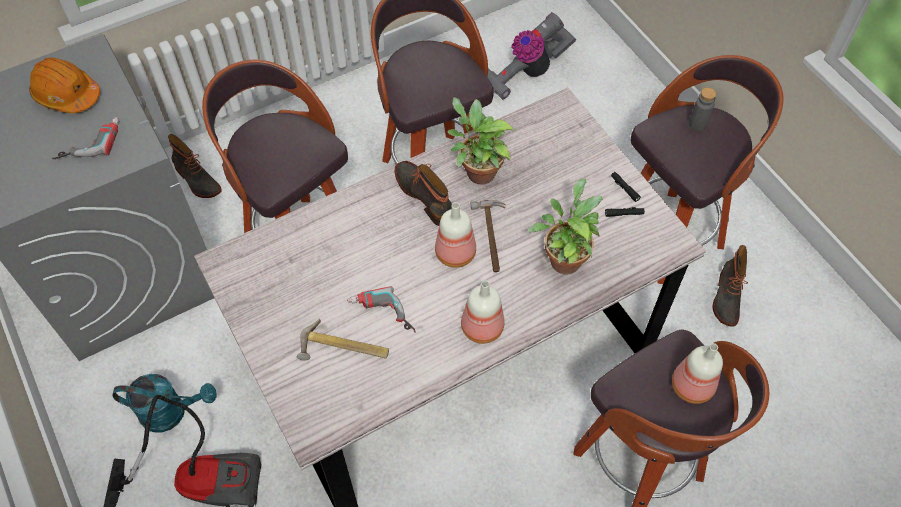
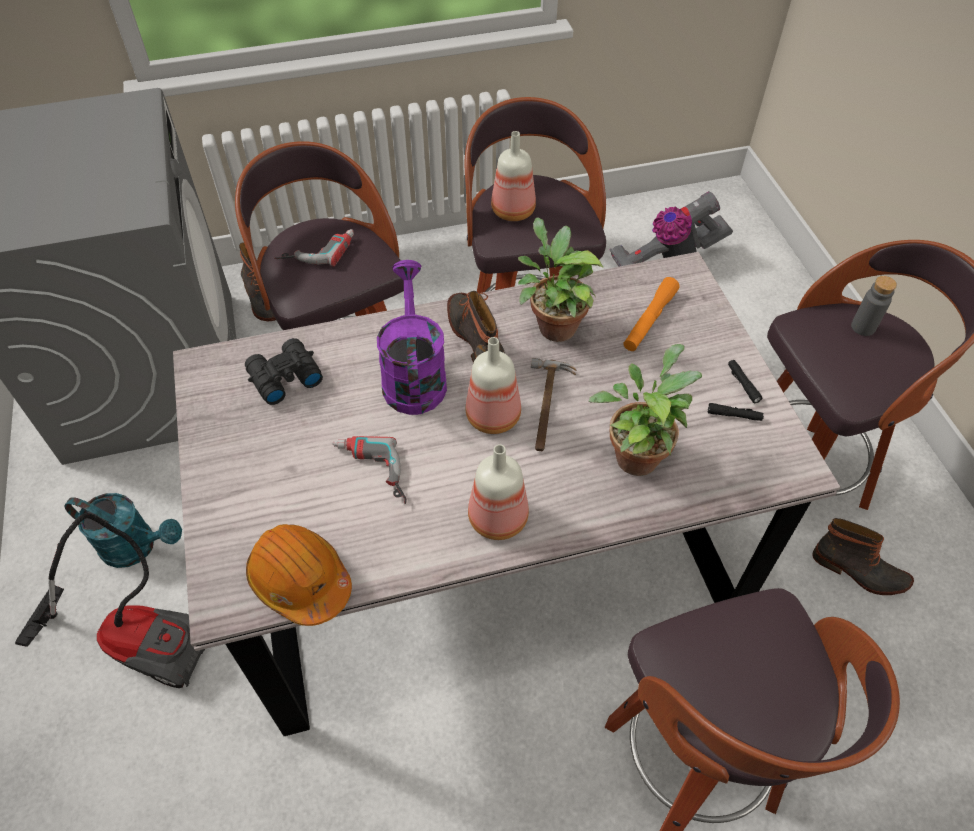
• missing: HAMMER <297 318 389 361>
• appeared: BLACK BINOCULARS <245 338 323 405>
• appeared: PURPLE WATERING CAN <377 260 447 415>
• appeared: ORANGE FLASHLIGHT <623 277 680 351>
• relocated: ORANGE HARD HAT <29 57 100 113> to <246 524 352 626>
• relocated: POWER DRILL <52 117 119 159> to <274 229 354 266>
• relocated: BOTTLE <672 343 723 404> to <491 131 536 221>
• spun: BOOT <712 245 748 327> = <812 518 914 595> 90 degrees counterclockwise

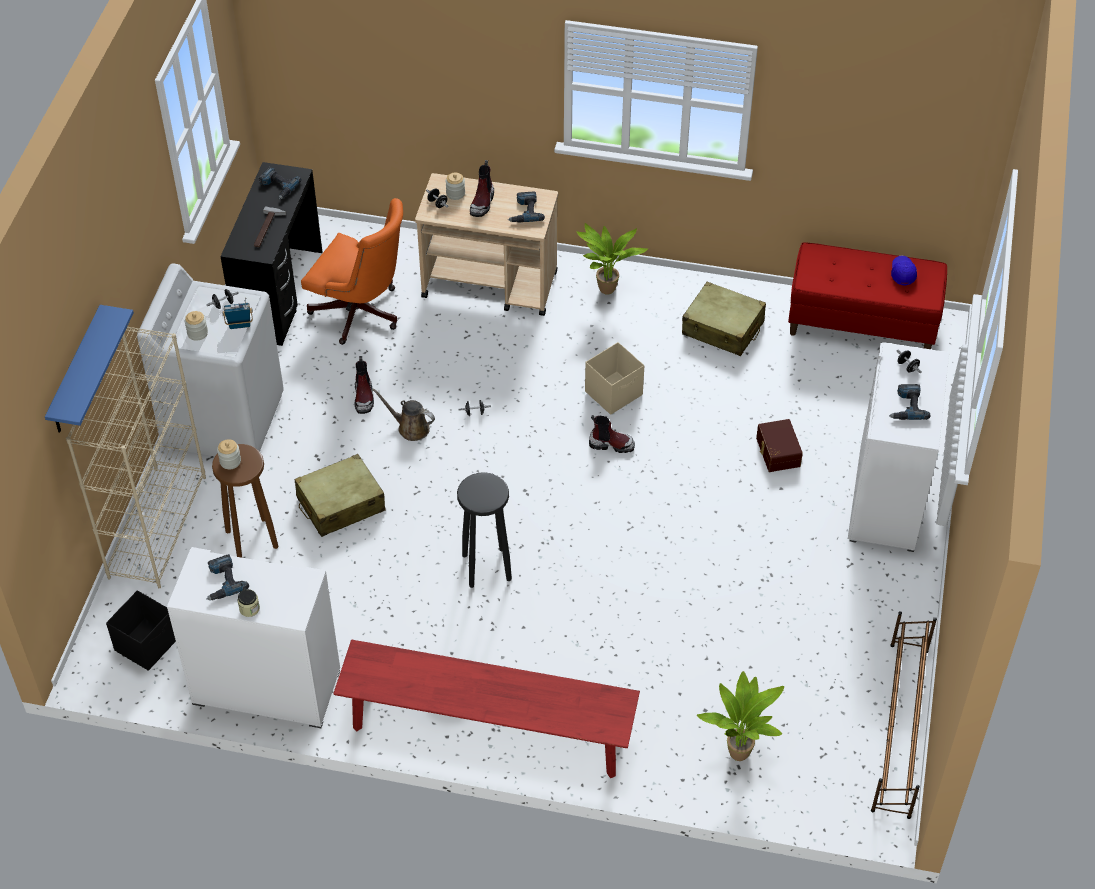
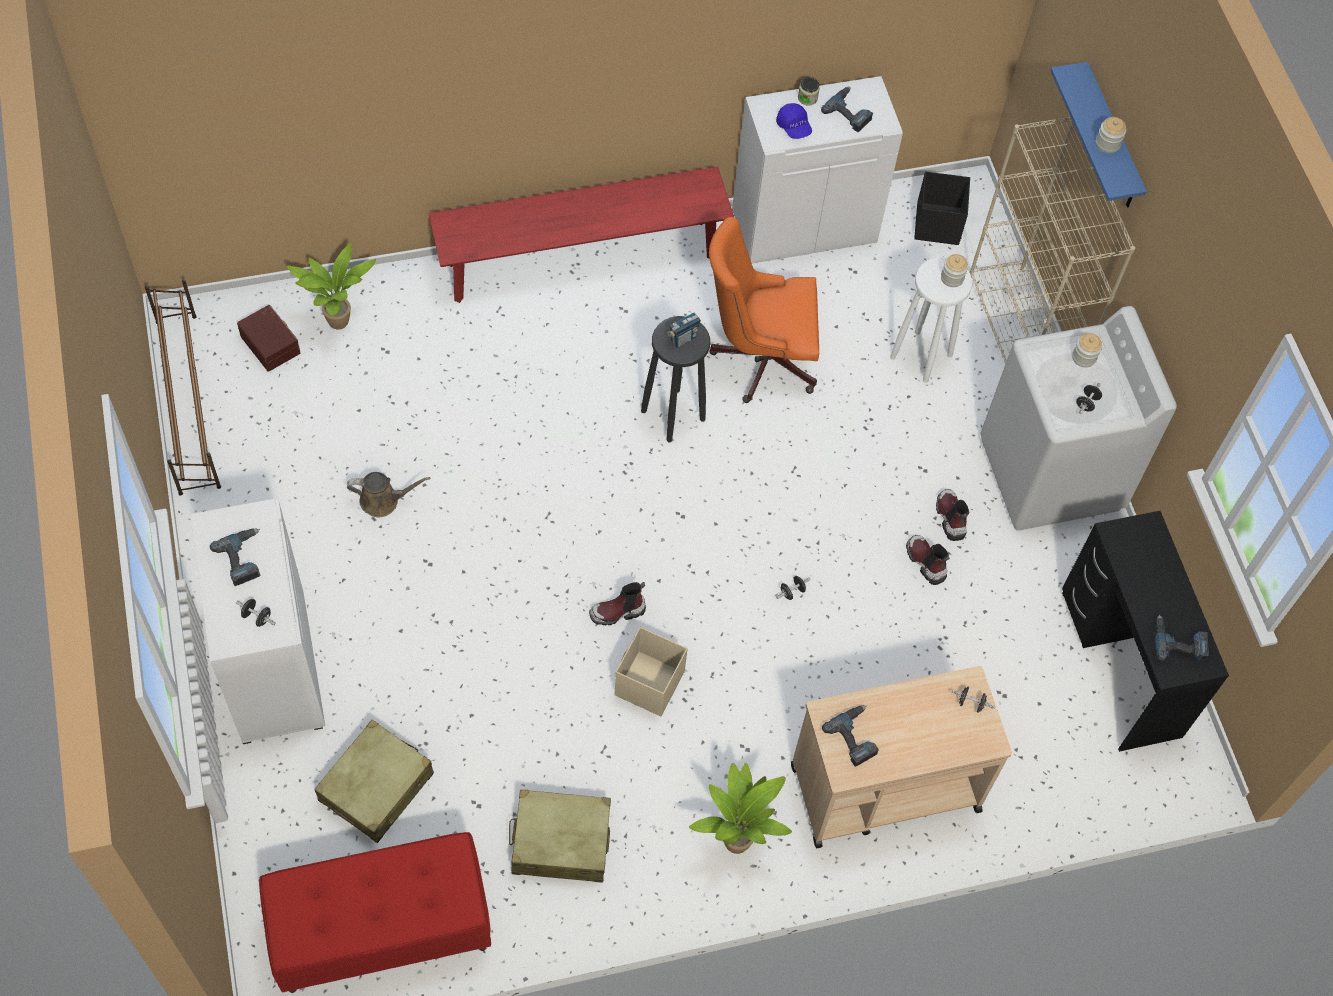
• missing: HAMMER <254 207 286 247>
• relocated: RADIO <222 298 253 329> to <667 313 701 348>
• relocated: BEIGE SUITCASE <294 454 386 537> to <314 720 434 843>
• relocated: ORANGE OFFICE CHAIR <301 198 403 345> to <709 217 819 403>
• relocated: BROWN WATERING CAN <372 388 435 441> to <347 472 430 517>
• relocated: JAR <445 173 465 200> to <1096 117 1126 153>
• relocated: BOOT <470 160 494 217> to <936 489 970 541>
• relocated: BROWN STORAGE BOX <756 419 803 472> to <237 305 300 372>
• relocated: BLUE CAP <891 256 917 285> to <776 103 812 139>
• colour: BROWN STOOL <212 444 278 558> to WHITE STOOL <890 257 972 383>

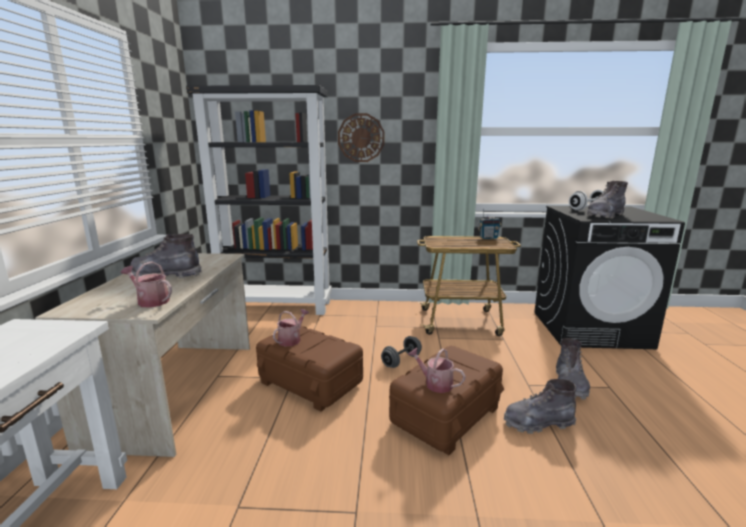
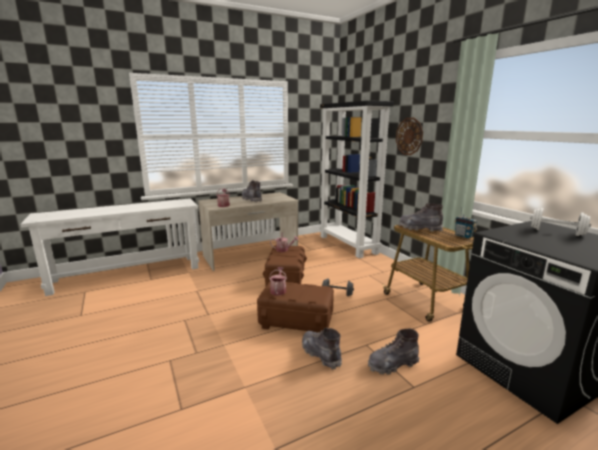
• relocated: GREY BOOT <587 181 628 219> to <399 203 443 232>

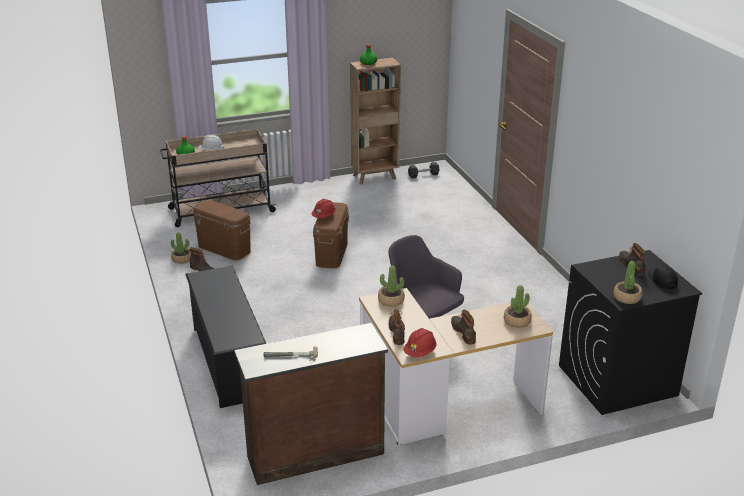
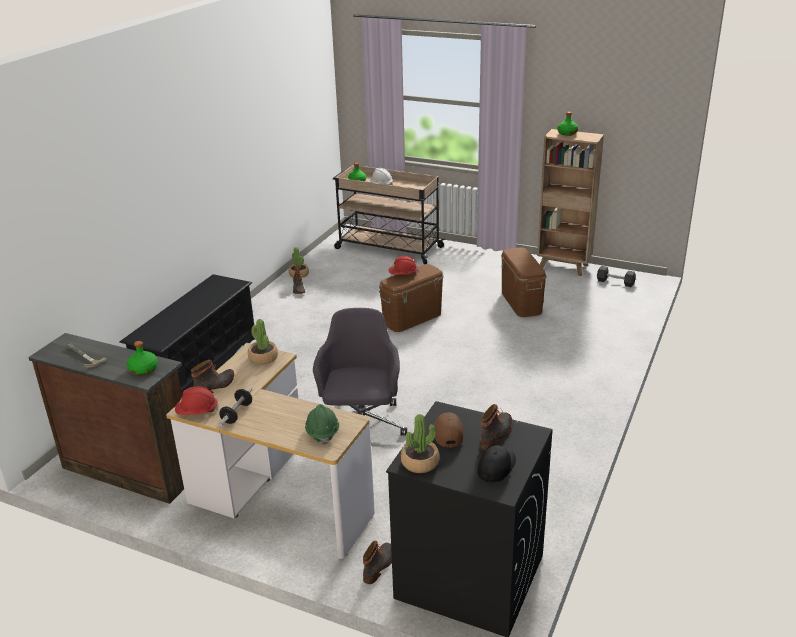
• appeared: GREEN BOTTLE <127 341 158 375>
• appeared: DUMBBELL <219 387 252 426>
• appeared: BROWN CAP <434 412 464 448>
• relocated: BROWN STORAGE BOX <193 200 251 260> to <501 247 546 317>
• relocated: BOOT <451 309 476 345> to <363 541 392 584>
• exchanged: POTTED PLANT <504 285 532 328> to GREEN HARD HAT <305 404 339 445>

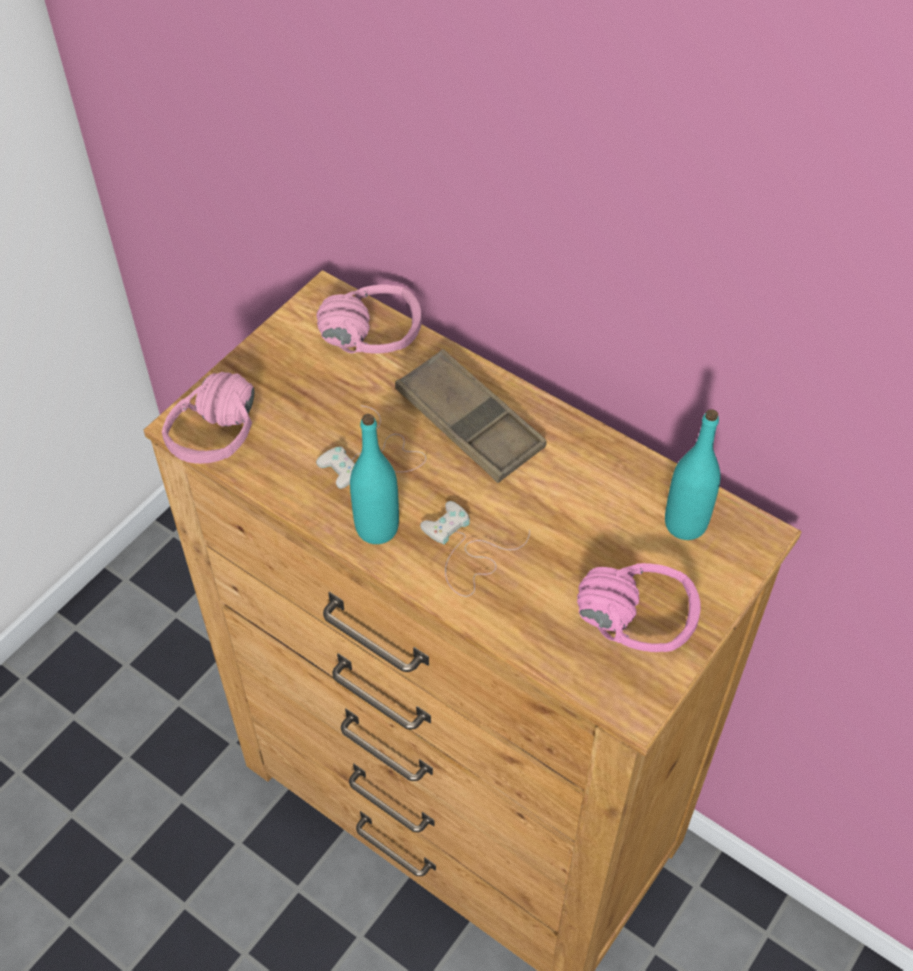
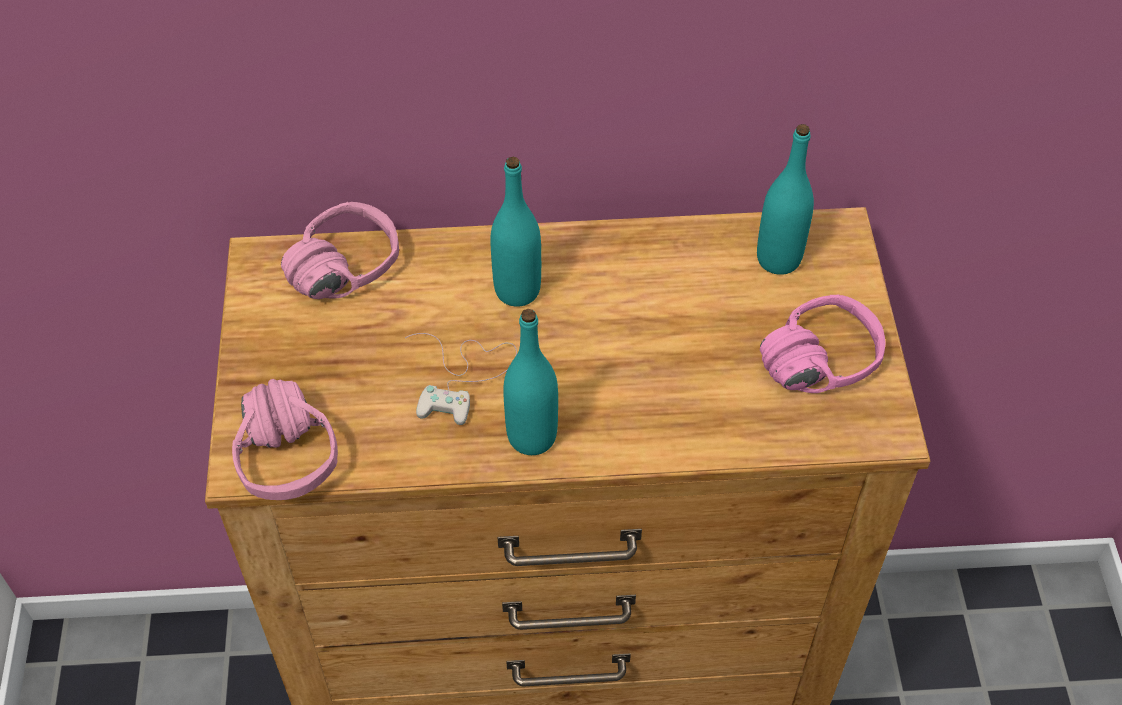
• missing: WHITE GAME CONTROLLER <420 501 530 597>
• exchanged: BROWN TRAY <395 349 546 483> to TURQUOISE BOTTLE <490 157 541 307>

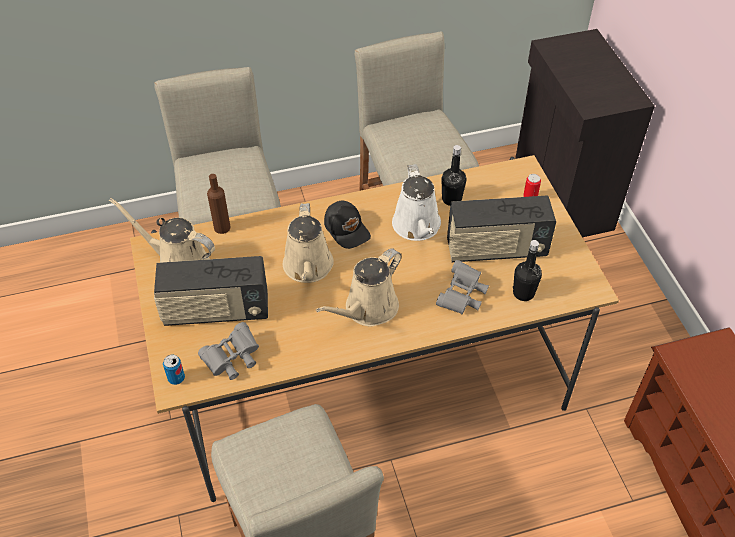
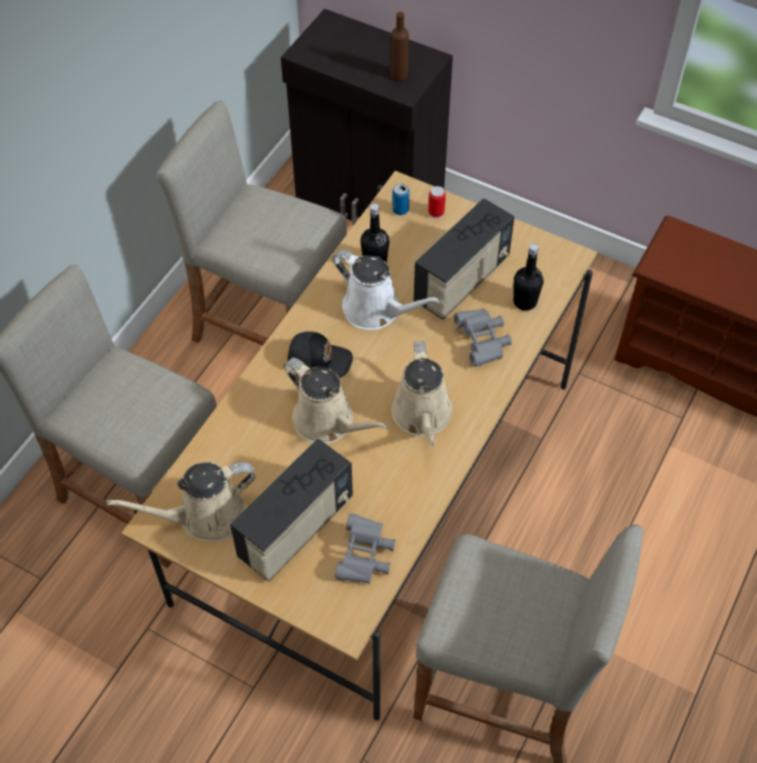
• relocated: CAN <163 355 185 385> to <392 184 409 215>
• relocated: BROWN BOTTLE <207 174 230 234> to <391 12 409 81>

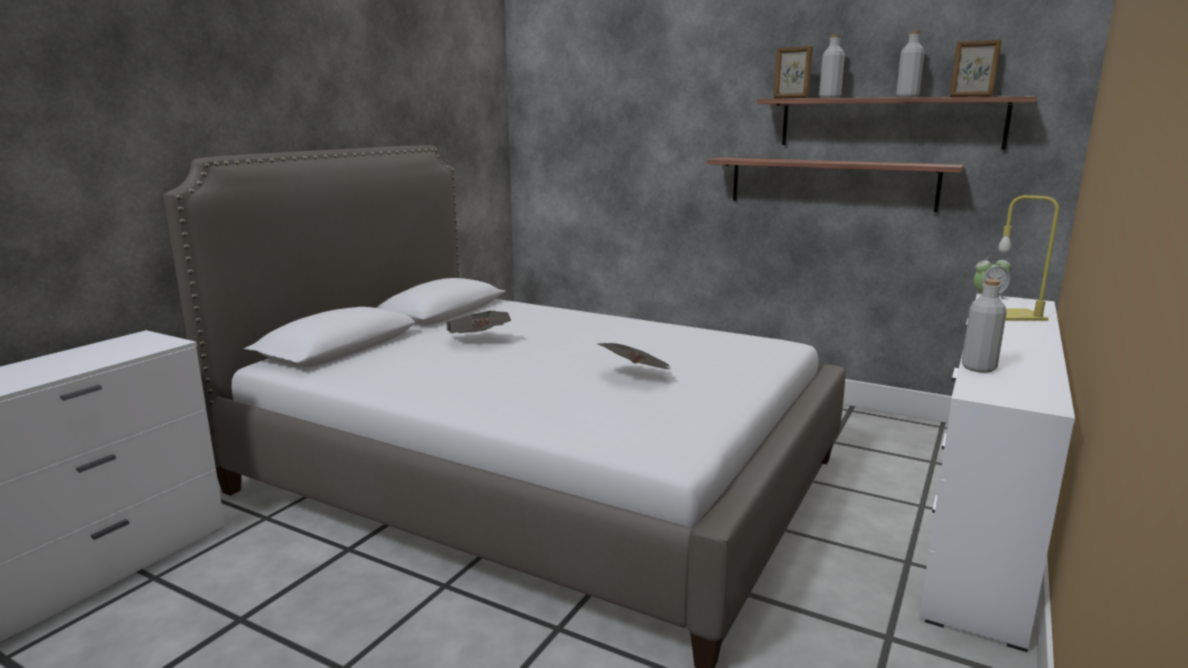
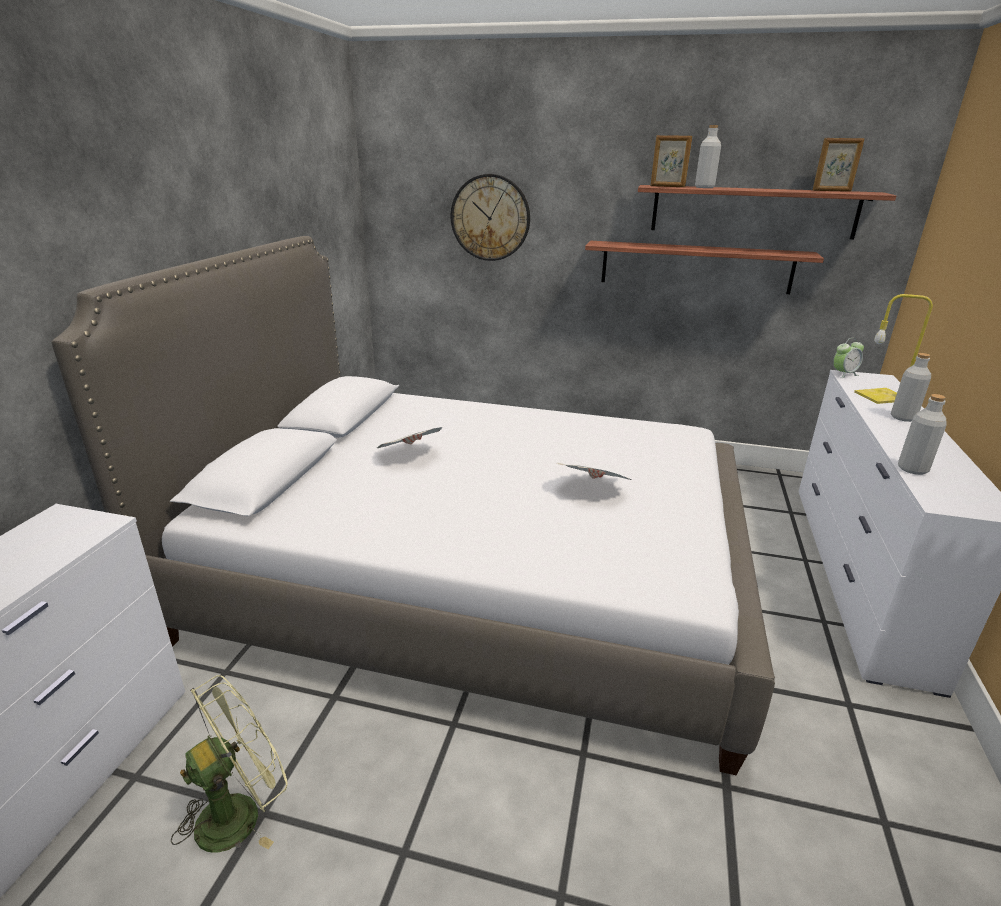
• appeared: GREEN FAN <171 675 288 853>
• appeared: WALL CLOCK <451 174 530 261>
• relocated: GREY BOTTLE <896 31 924 97> to <891 353 931 422>

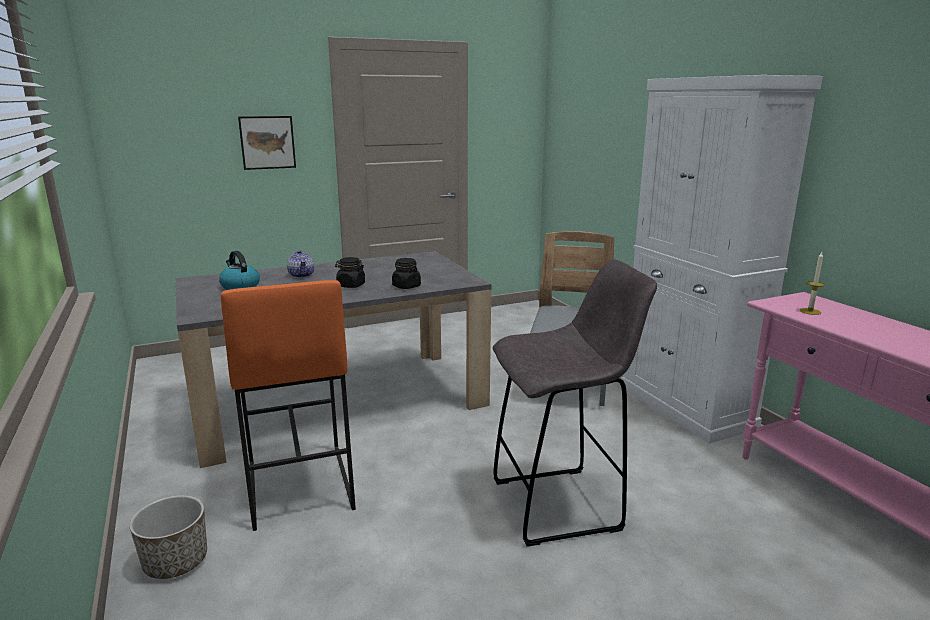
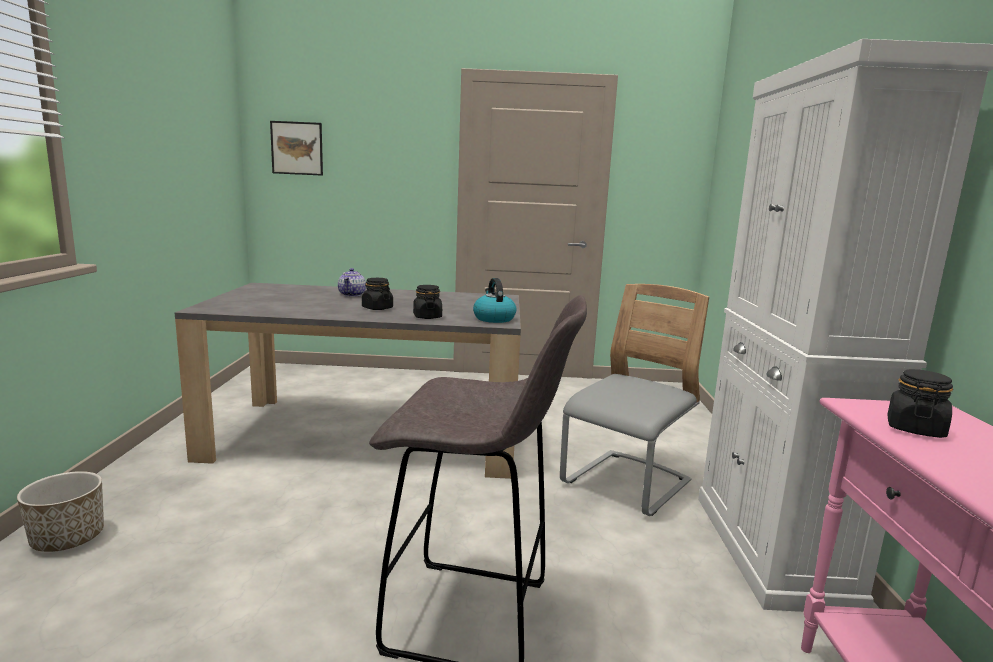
• missing: ORANGE STOOL <221 280 356 531>
• relocated: KETTLE <219 251 260 290> to <473 278 517 323>
• relocated: PICTURE <238 116 296 170> to <270 121 323 176>
• exchanged: CANDLE <800 252 825 315> to BLACK JAR <888 369 953 438>

